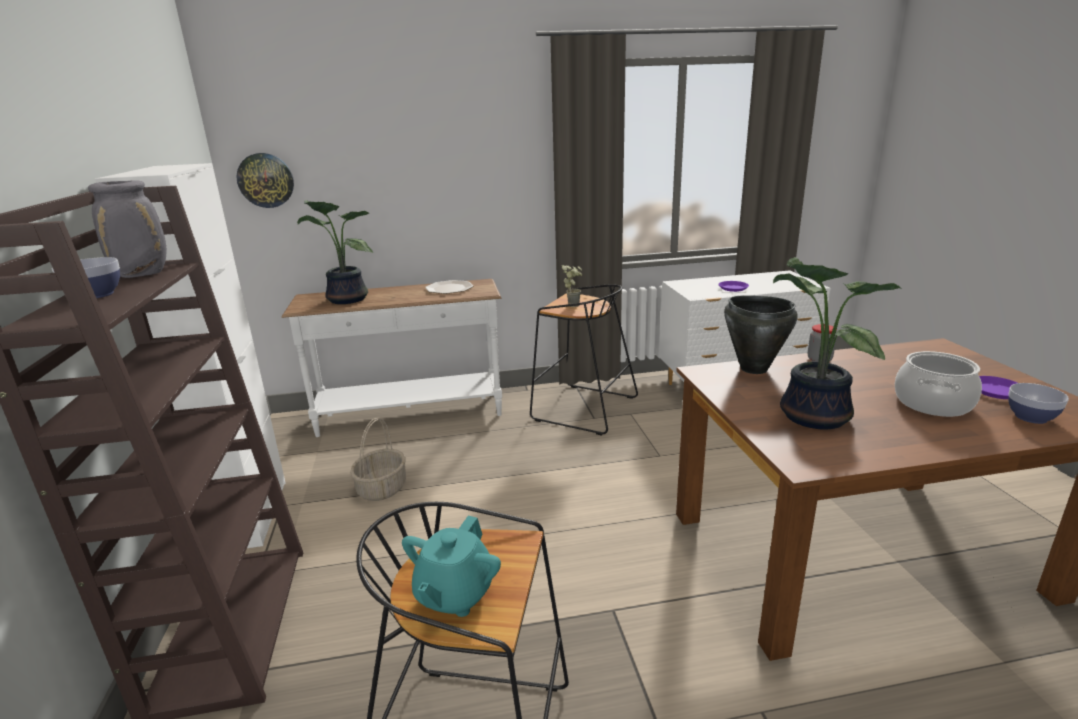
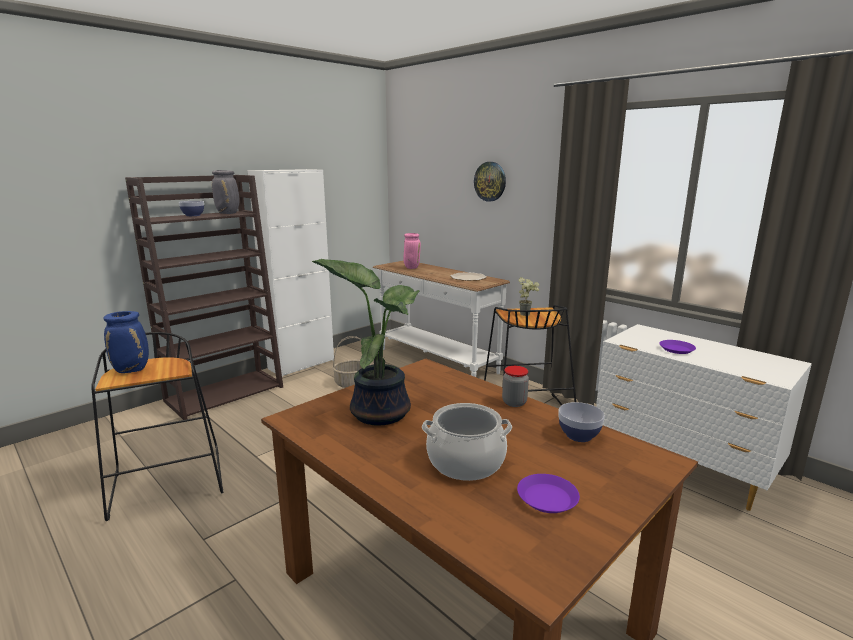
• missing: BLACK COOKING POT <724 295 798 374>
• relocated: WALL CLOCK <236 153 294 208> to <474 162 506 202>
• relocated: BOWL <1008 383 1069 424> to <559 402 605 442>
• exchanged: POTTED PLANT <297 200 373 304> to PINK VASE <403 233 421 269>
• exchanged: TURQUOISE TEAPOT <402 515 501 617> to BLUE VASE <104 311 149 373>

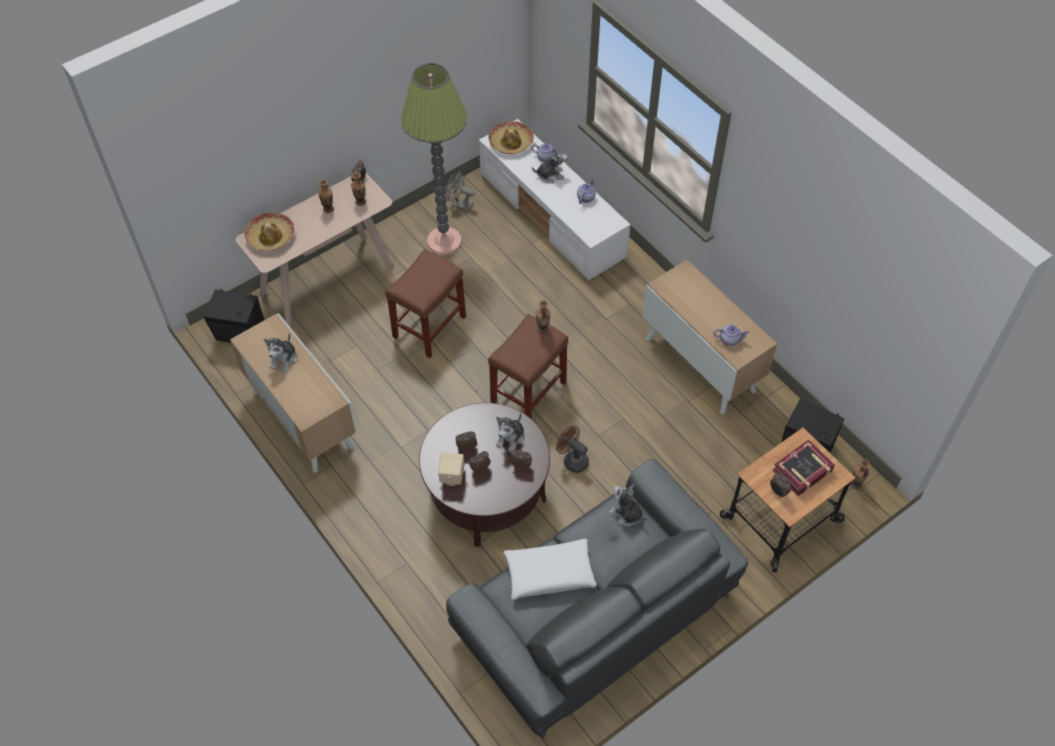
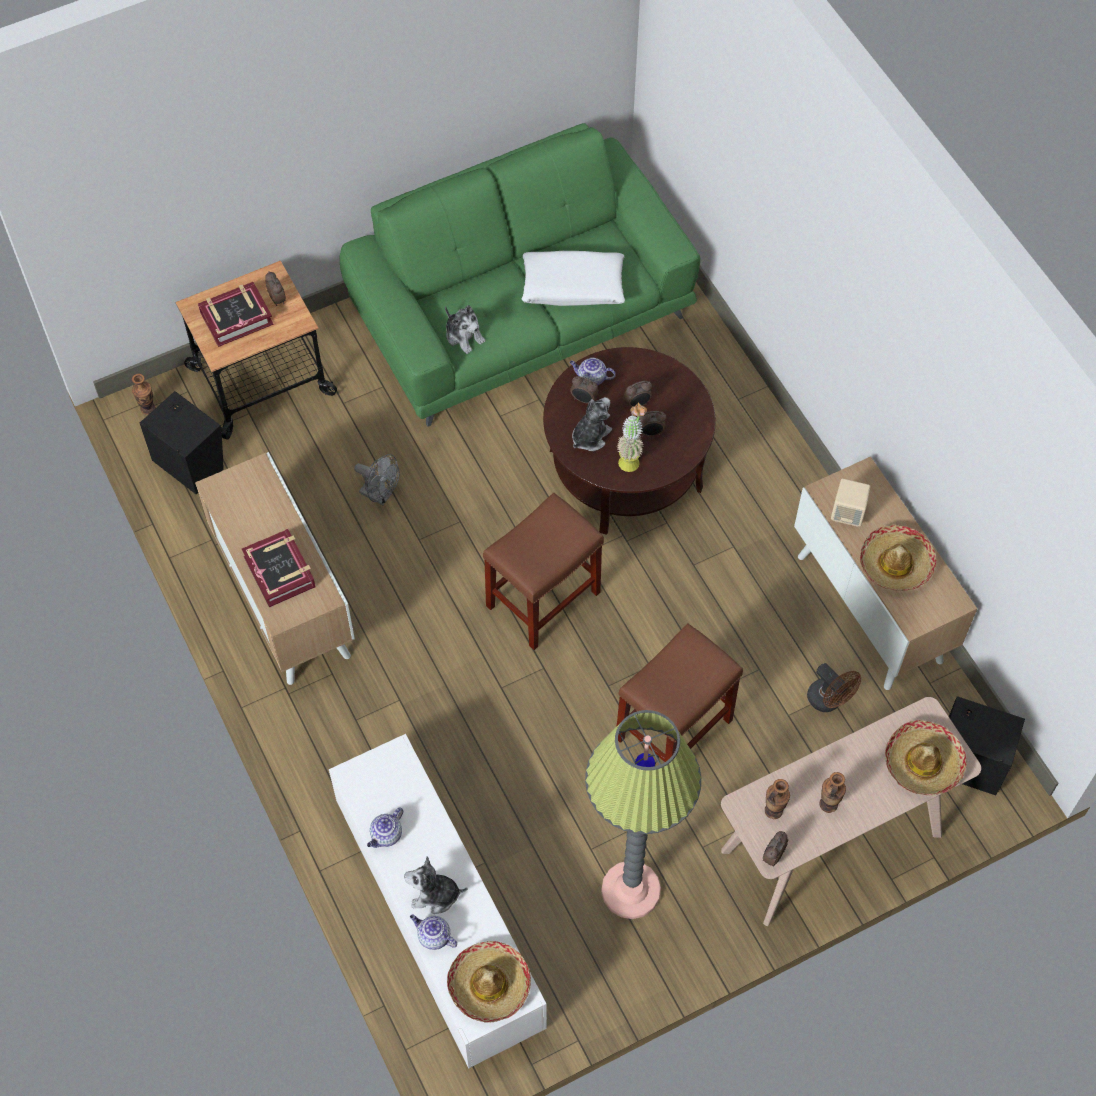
• missing: VASE <536 300 551 334>
• appeared: BOOK <242 529 316 608>
• appeared: POTTED PLANT <617 403 647 472>
• relocated: BEIGE SPEAKER <438 452 464 486> to <831 479 870 527>
• relocated: GREY FAN <446 171 475 211> to <354 454 400 505>
• relocated: BROWN FAN <556 425 589 473> to <807 663 861 712>
• relocated: TEAPOT <713 325 749 346> to <570 358 616 385>
• exchanged: PLUSH TOY <264 333 297 373> to HAT <860 525 937 591>
• colour: GREY SOFA <446 459 748 739> to GREEN SOFA <340 123 700 427>

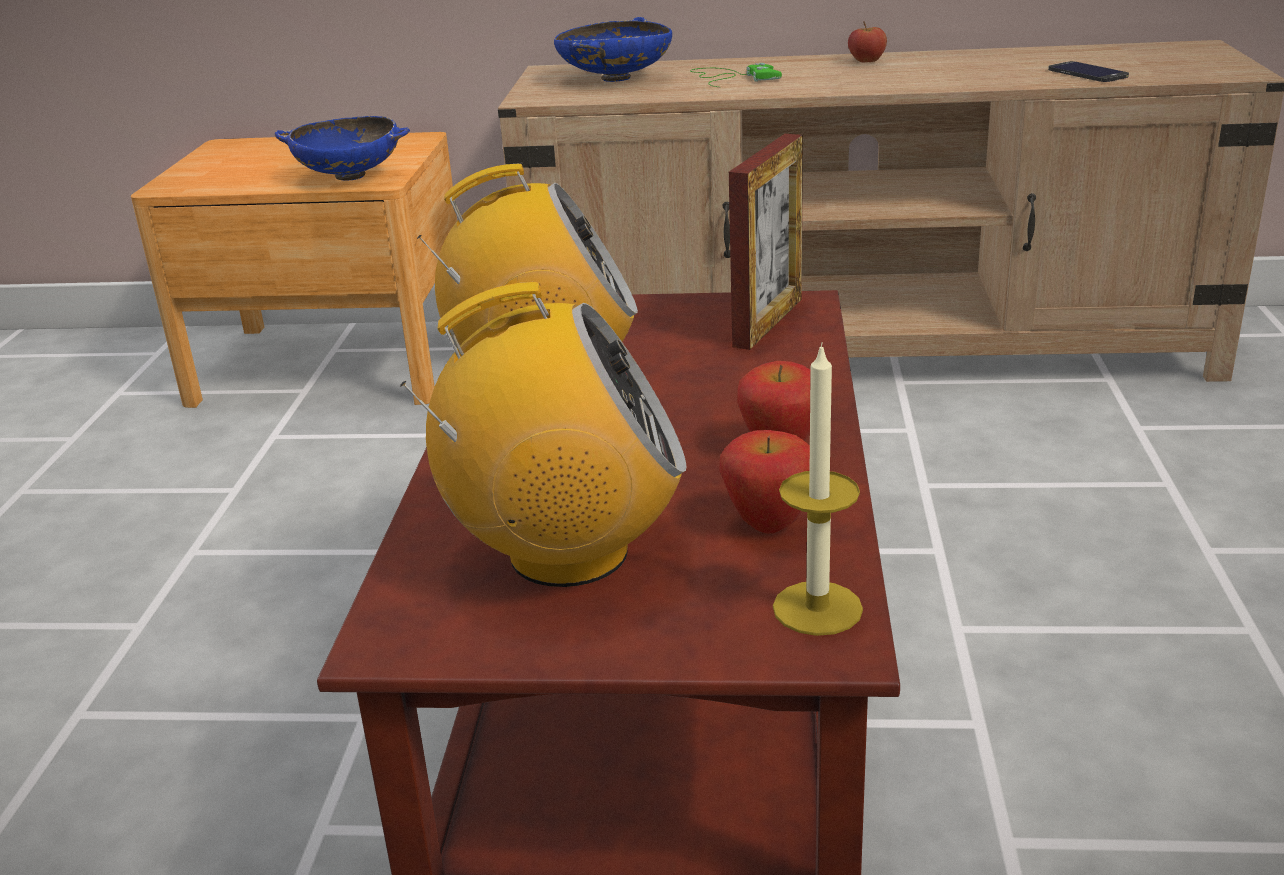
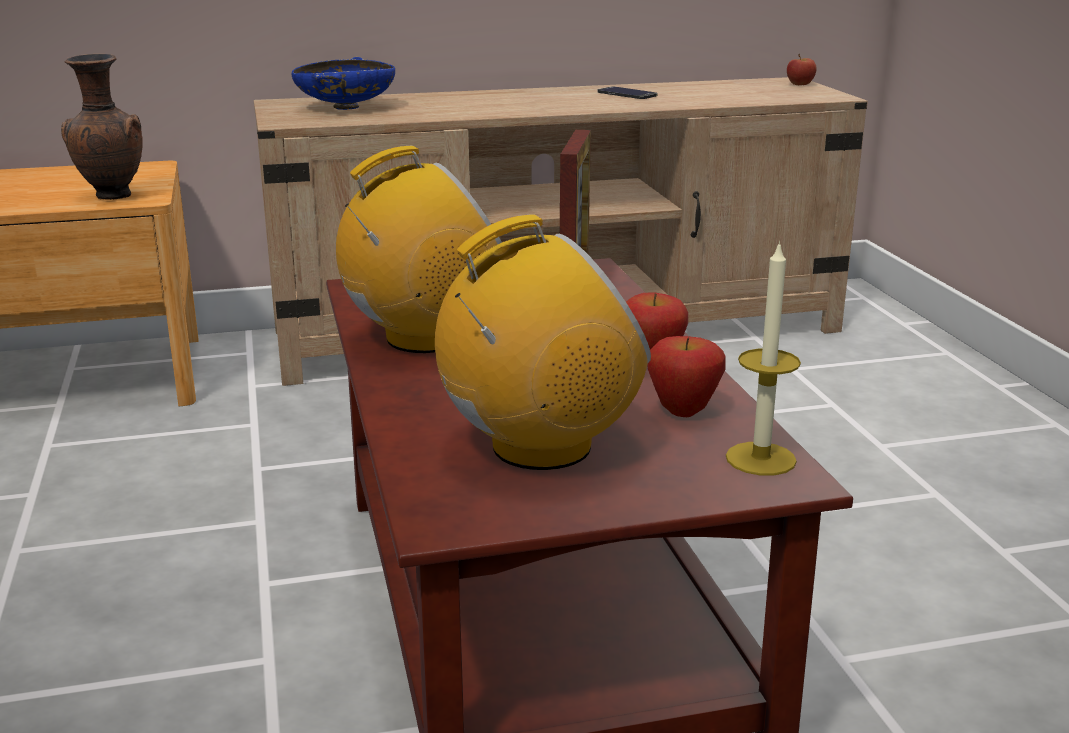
• missing: GREEN GAME CONTROLLER <690 63 782 87>
• relocated: APPLE <848 21 887 62> to <787 54 817 85>
• relocated: PHONE <1048 61 1129 82> to <597 87 658 99>
• exchanged: BLUE BOWL <275 116 410 181> to BROWN VASE <61 54 143 200>

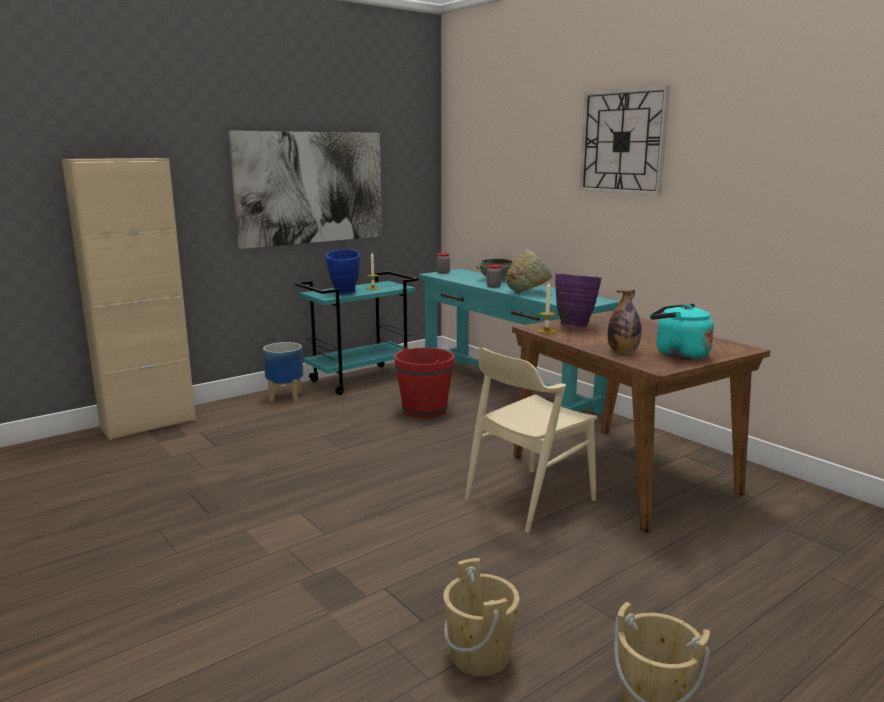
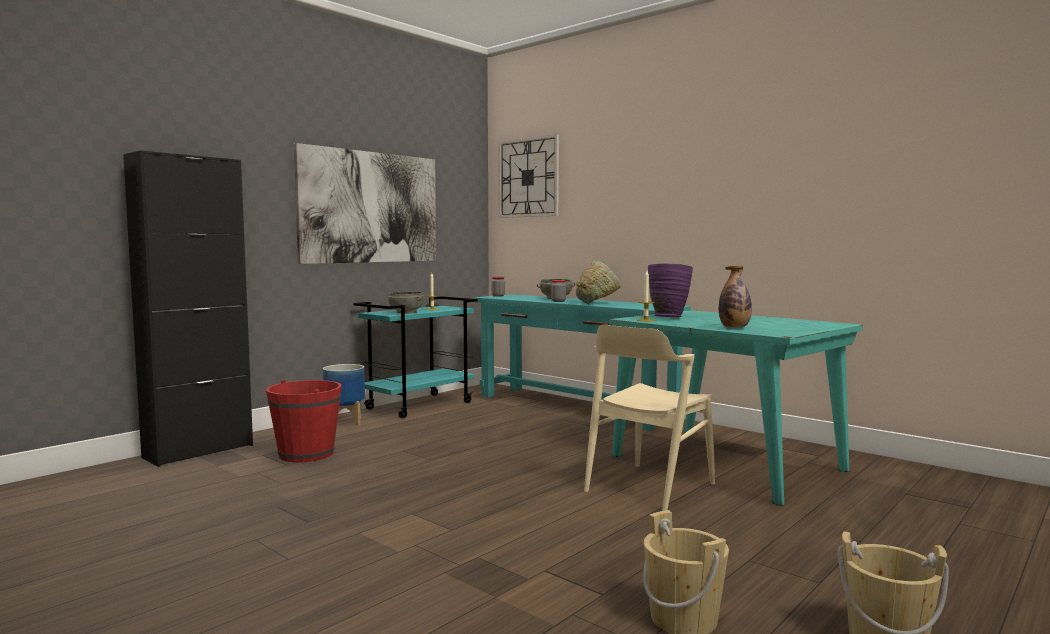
• missing: TURQUOISE KETTLE <650 304 714 360>
• relocated: RED BUCKET <394 347 455 418> to <266 380 342 462>
• relocated: WALL CLOCK <579 86 670 195> to <498 134 559 218>
• exchanged: BLUE VASE <325 249 360 295> to GREY BOWL <388 291 424 314>
• colour: BEIGE CABINET <62 158 196 440> to BLACK CABINET <123 150 253 467>
• colour: BROWN DINING TABLE <512 311 770 533> to TURQUOISE DINING TABLE <609 310 863 506>

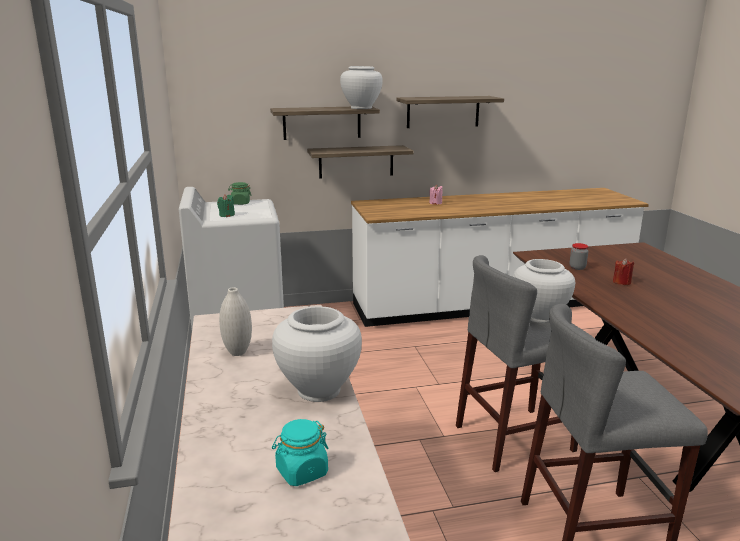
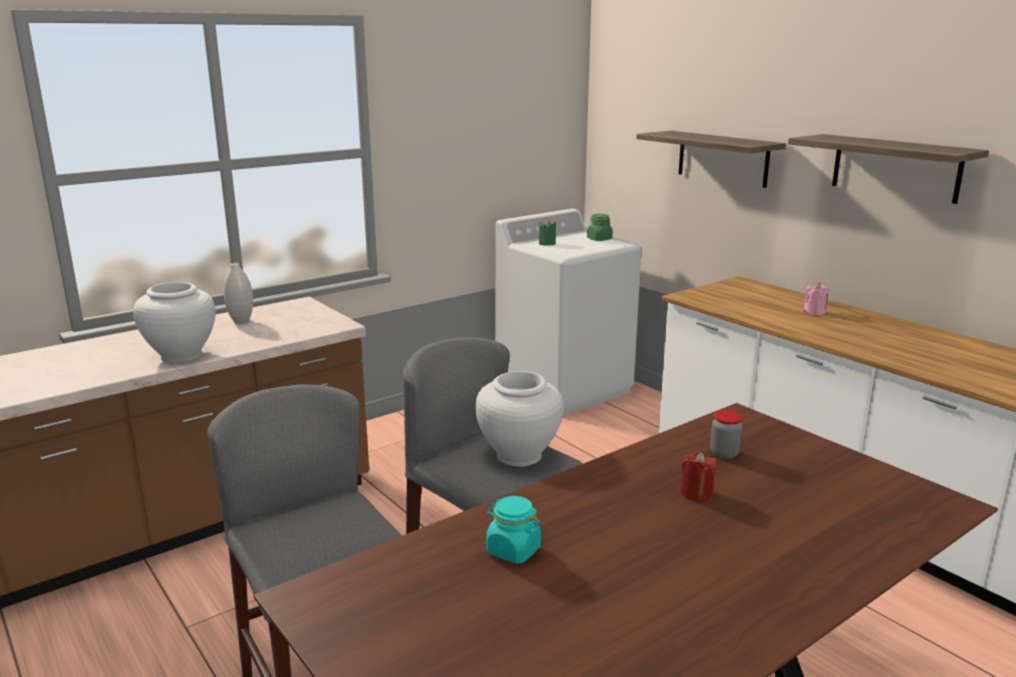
• missing: SHELF <307 145 414 179>
• missing: WHITE VASE <340 66 383 109>
• relocated: TURQUOISE JAR <272 419 328 486> to <486 496 541 564>

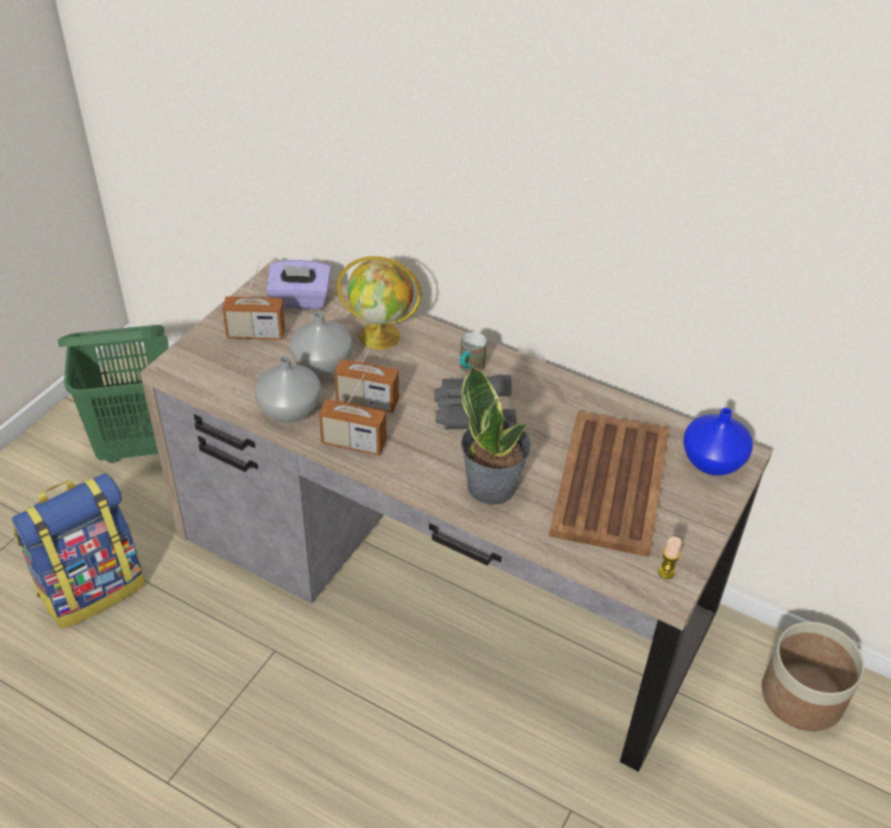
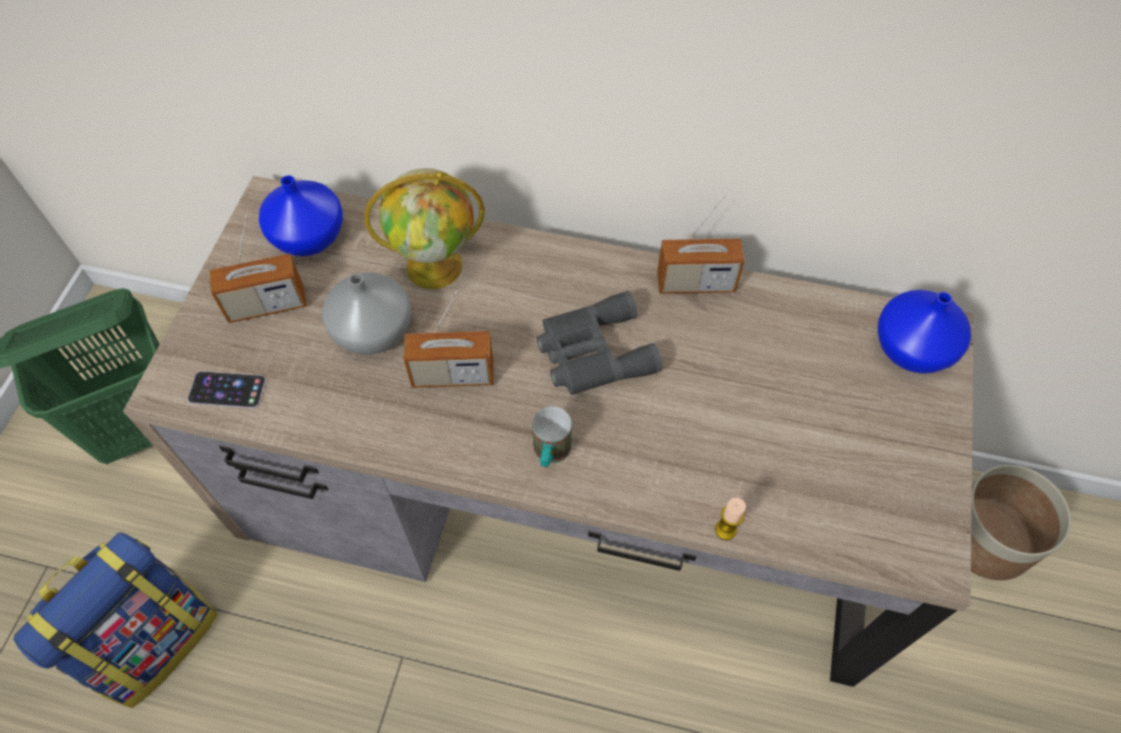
• missing: GREY VASE <255 356 321 422>
• missing: POTTED PLANT <461 365 531 505>
• missing: BROWN TRAY <549 411 669 557>
• appeared: PHONE <188 371 266 408>
• relocated: RADIO <319 369 387 456> to <657 195 744 294>
• relocated: MUG <460 332 487 374> to <532 406 572 467>
• relocated: CANDLE <658 537 682 579> to <715 498 746 540>
• exchanged: PURPLE TISSUE BOX <266 260 331 309> to BLUE VASE <259 175 343 256>

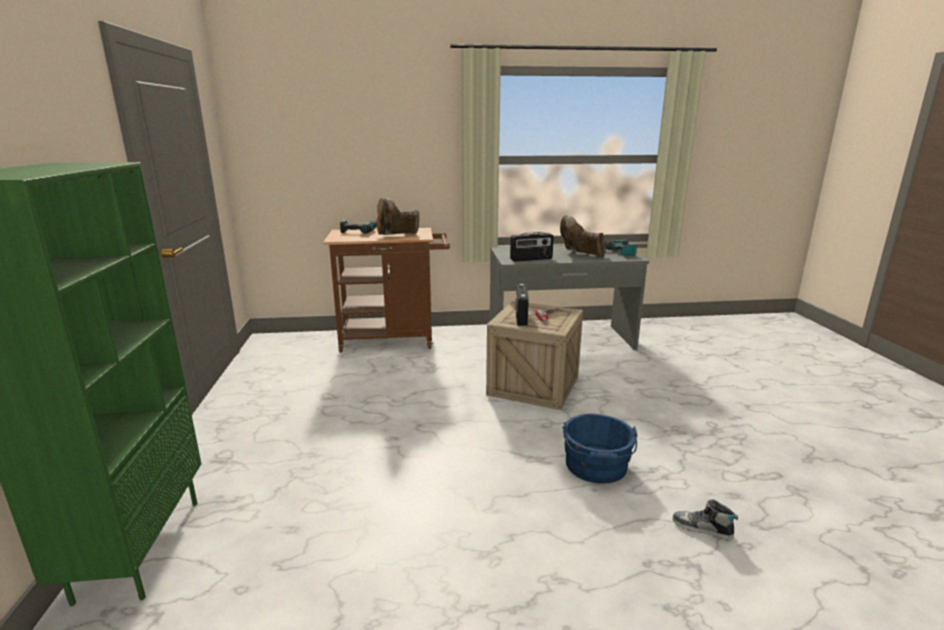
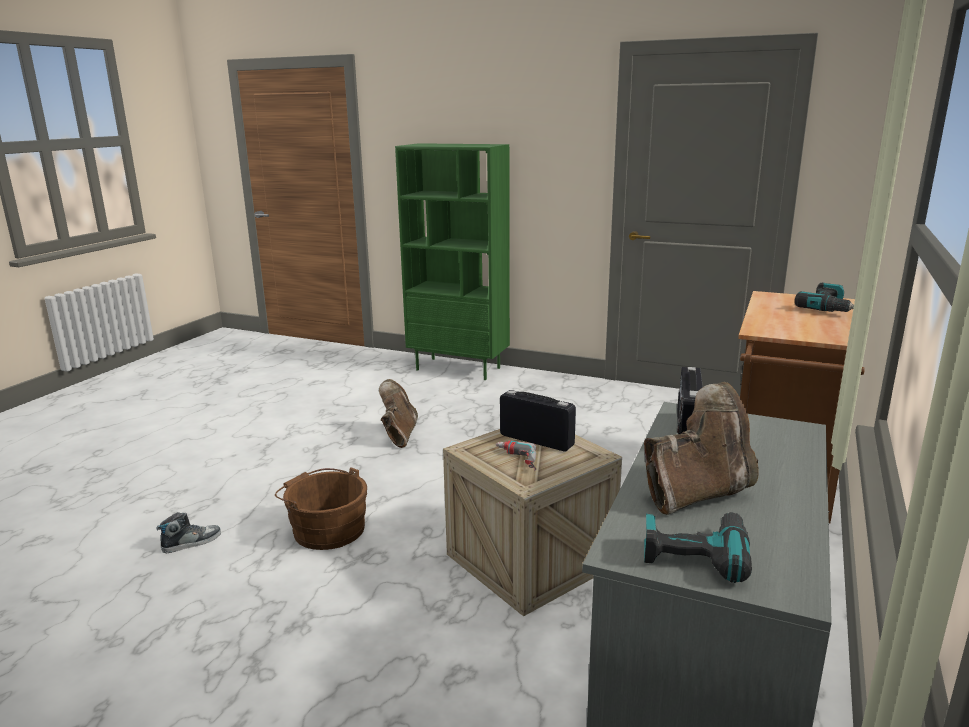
• relocated: BROWN BOOT <376 198 419 235> to <379 379 418 448>
• colour: BLUE BUCKET <562 414 637 484> to BROWN BUCKET <275 467 367 550>

